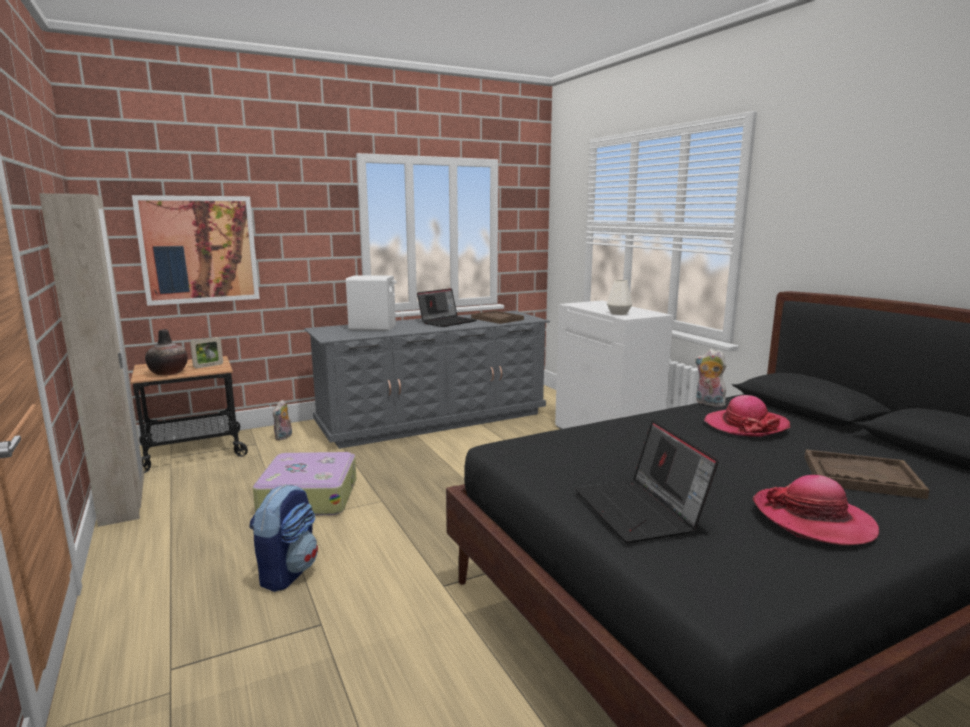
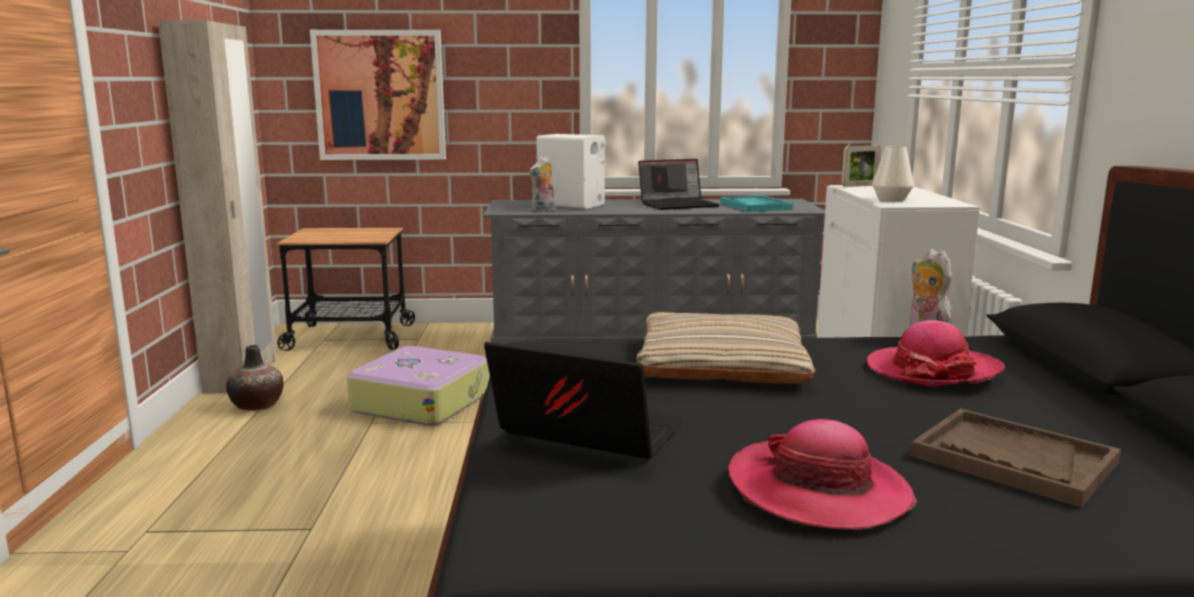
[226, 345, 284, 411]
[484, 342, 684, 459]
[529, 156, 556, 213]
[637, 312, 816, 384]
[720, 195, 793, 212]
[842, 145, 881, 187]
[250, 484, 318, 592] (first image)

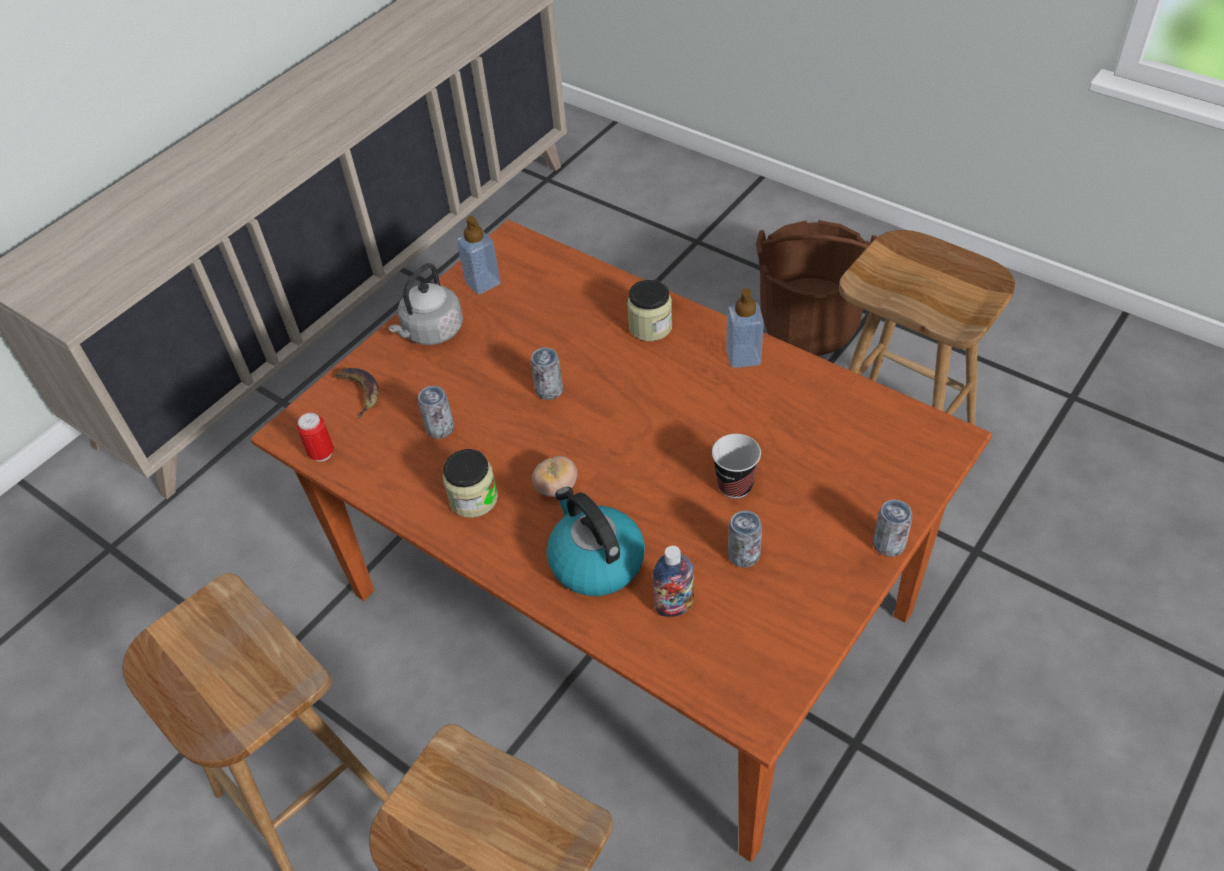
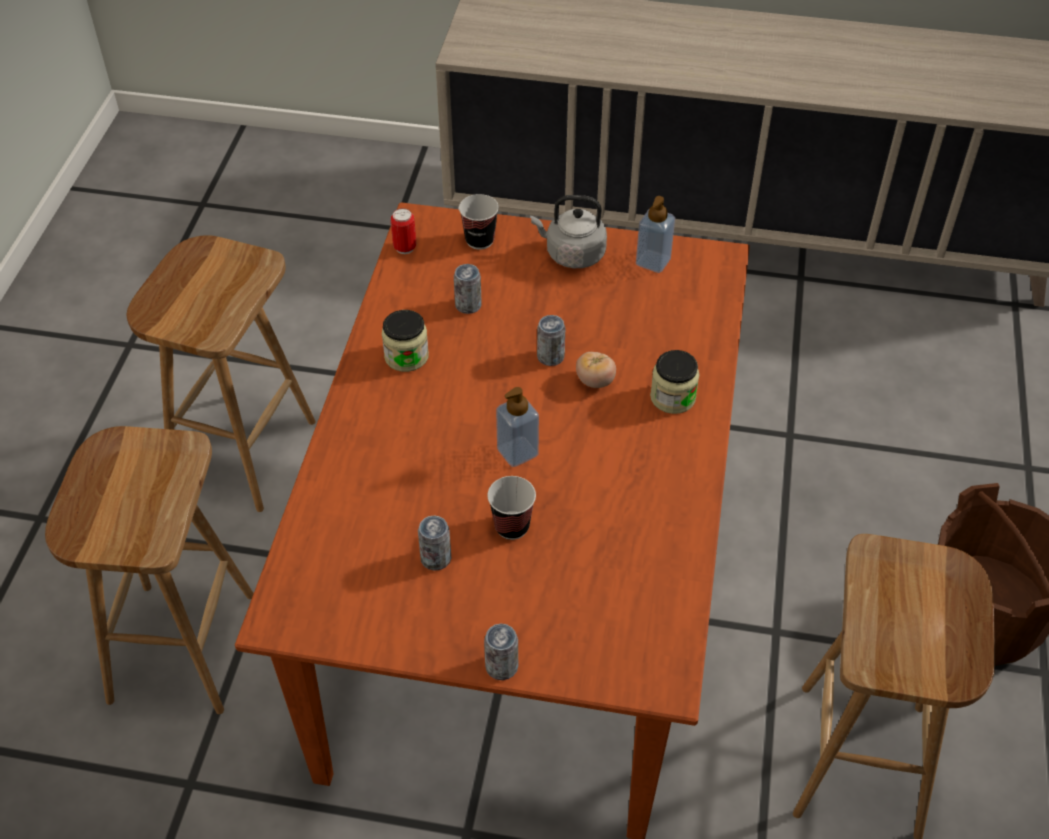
[459, 194, 499, 250]
[496, 387, 539, 467]
[576, 352, 616, 388]
[547, 487, 645, 596] (first image)
[653, 546, 694, 617] (first image)

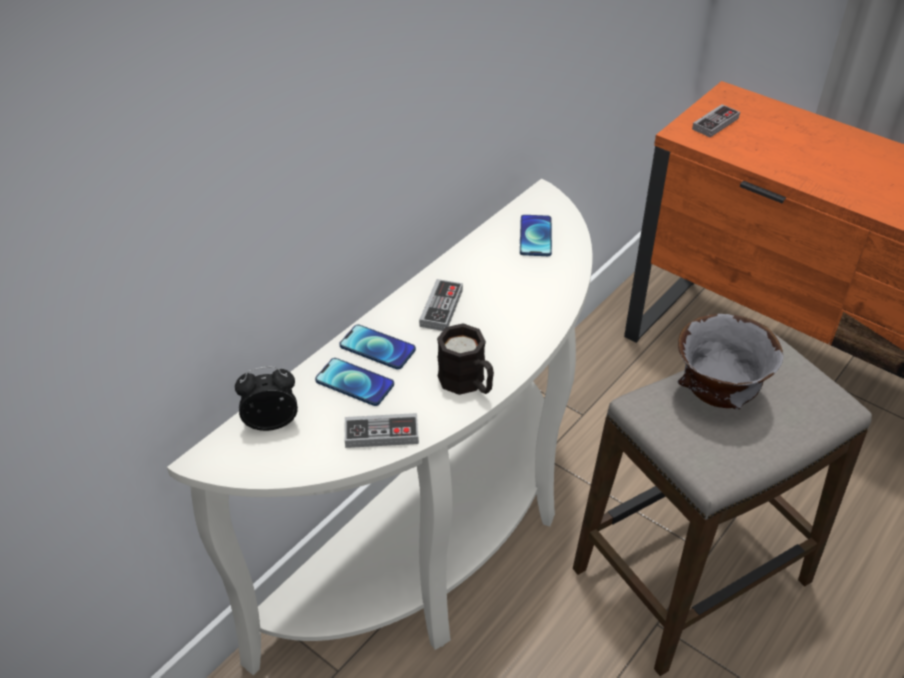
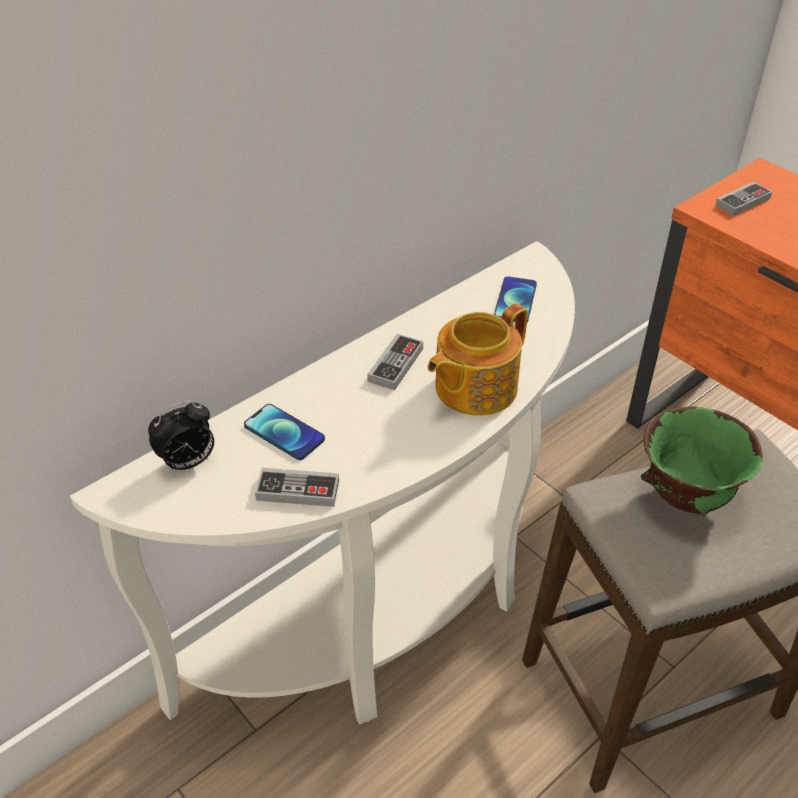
[148, 401, 214, 473]
[428, 303, 528, 416]
[641, 406, 763, 516]
[339, 325, 416, 370] (first image)
[437, 323, 494, 395] (first image)

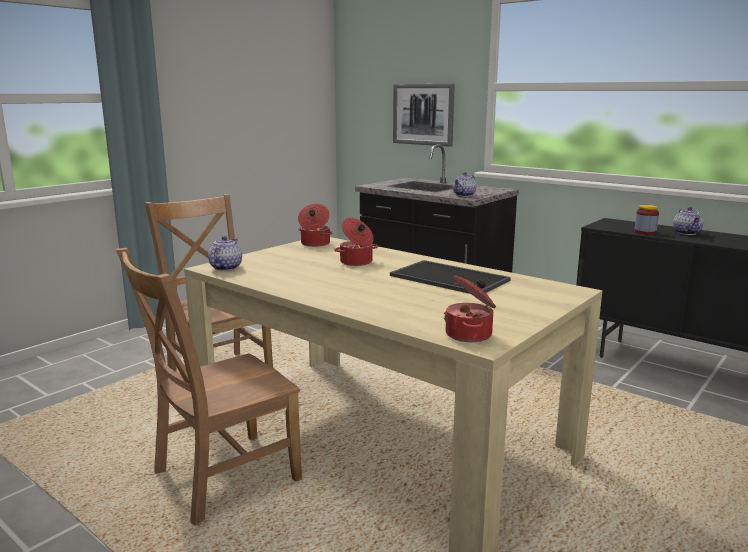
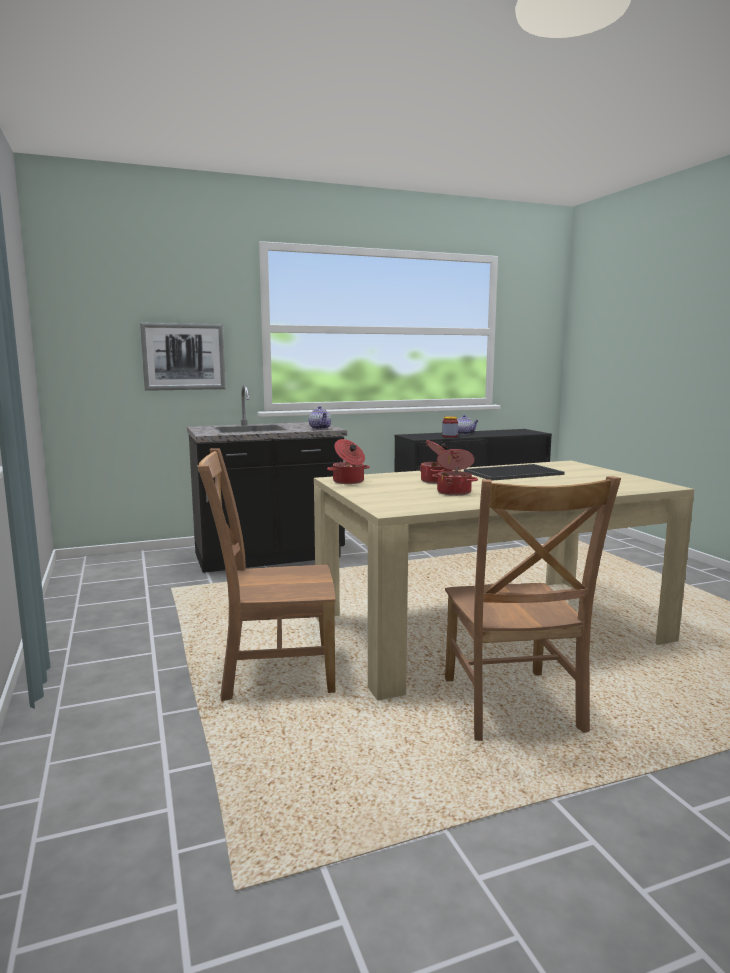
[432, 449, 478, 496]
[208, 236, 242, 271] (first image)

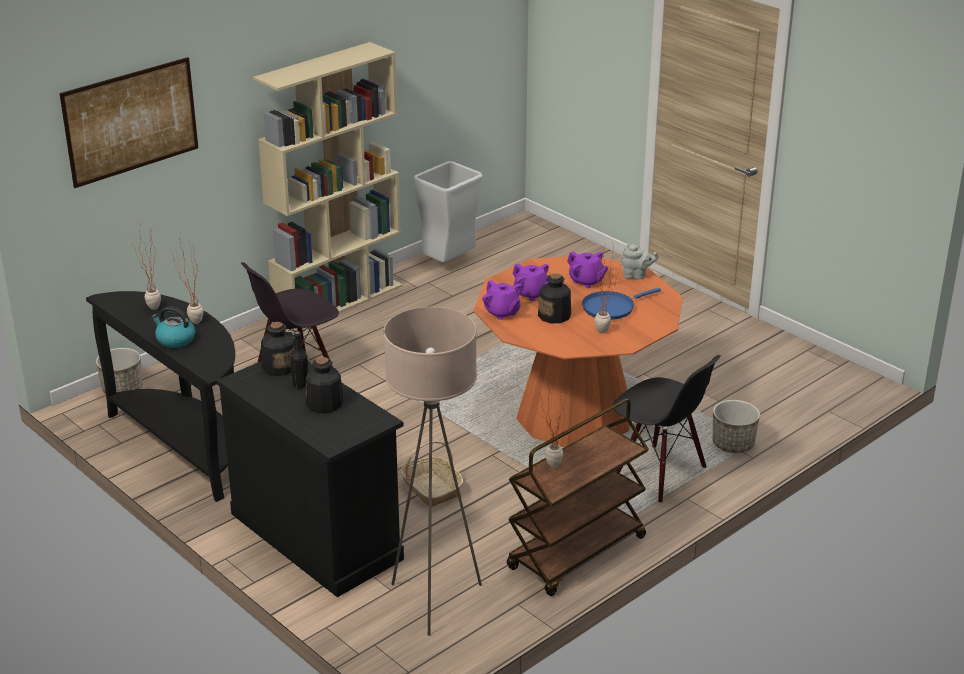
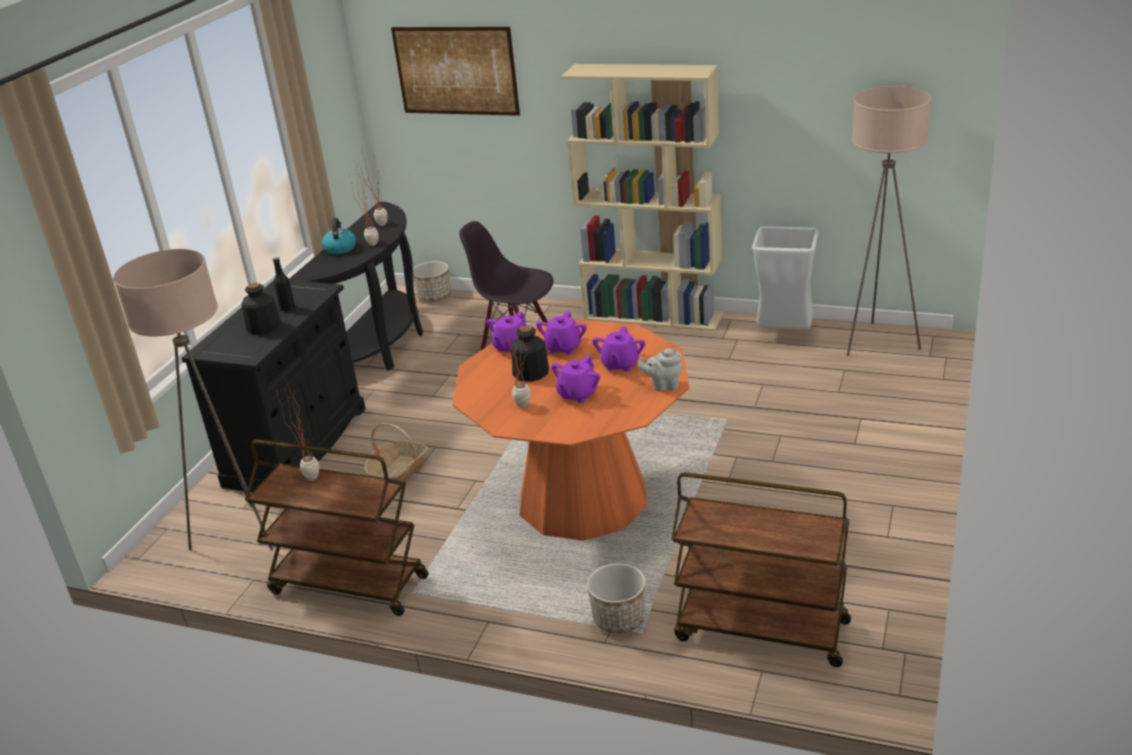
[551, 356, 600, 403]
[638, 348, 683, 391]
[671, 472, 851, 667]
[847, 86, 931, 356]
[261, 322, 294, 376] (first image)
[613, 355, 721, 503] (first image)

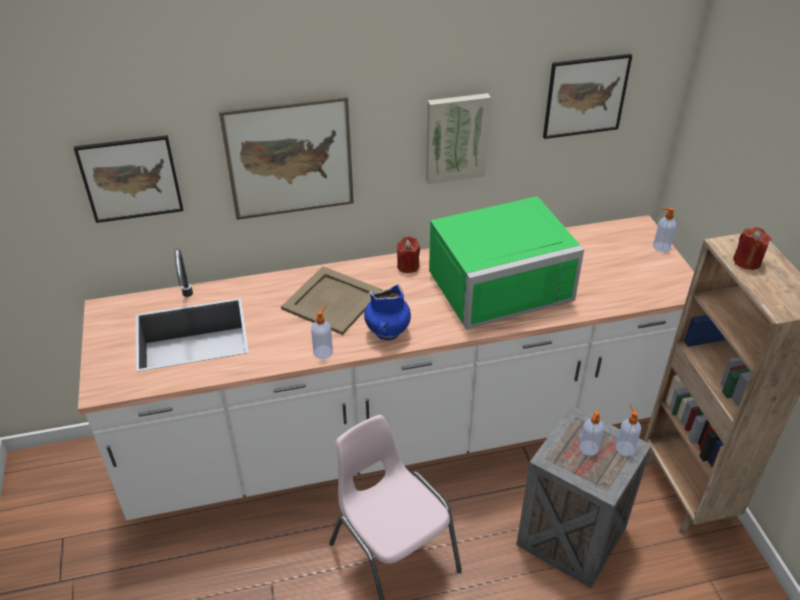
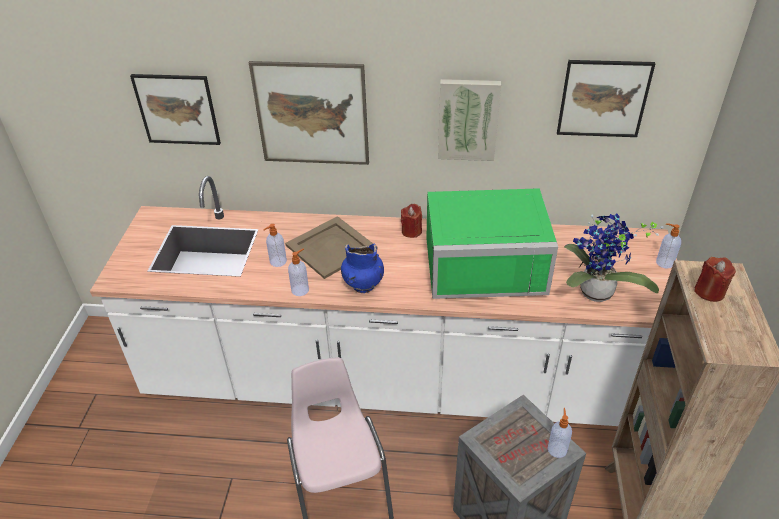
[263, 224, 287, 267]
[564, 213, 664, 302]

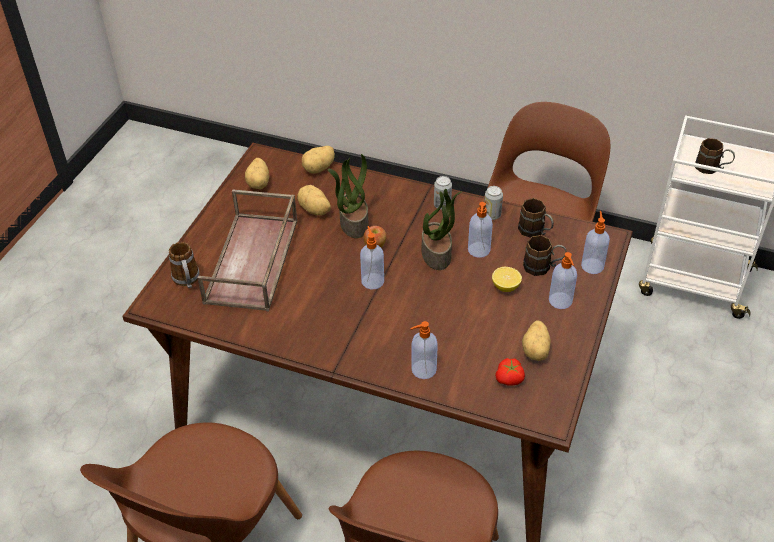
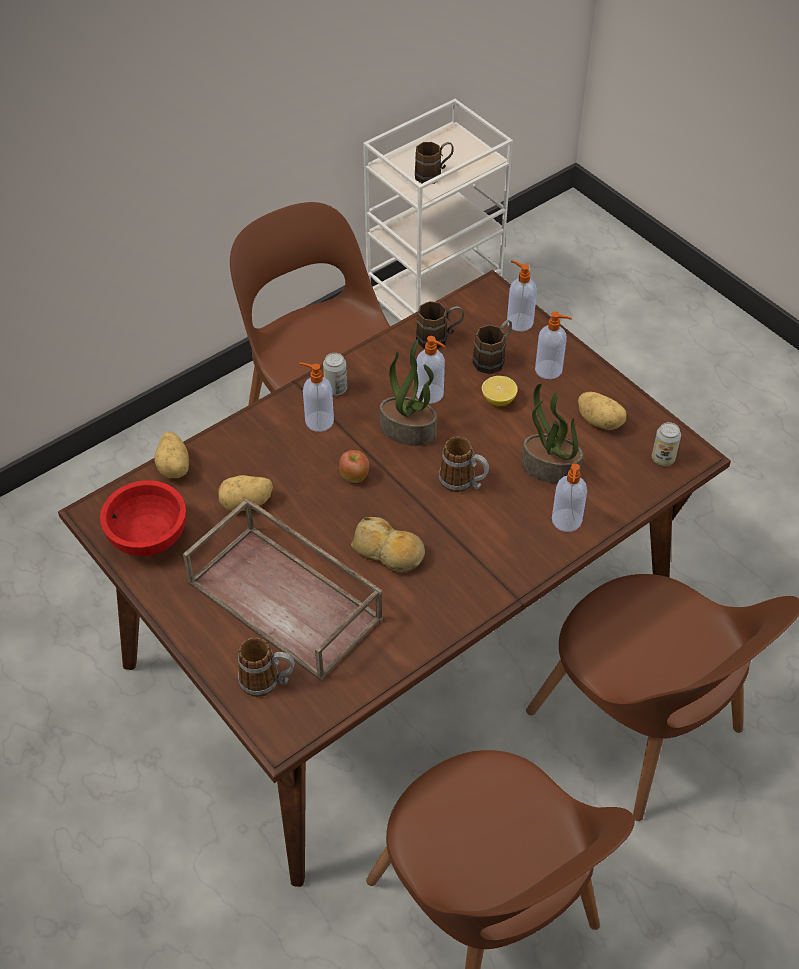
[100, 480, 186, 556]
[299, 363, 334, 432]
[351, 517, 425, 573]
[439, 437, 489, 492]
[521, 383, 583, 484]
[652, 422, 681, 466]
[495, 358, 525, 386] (first image)

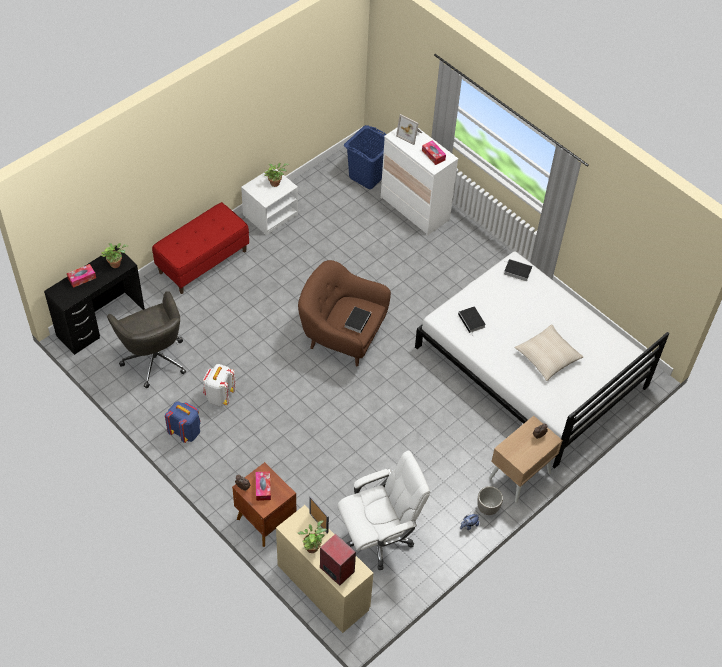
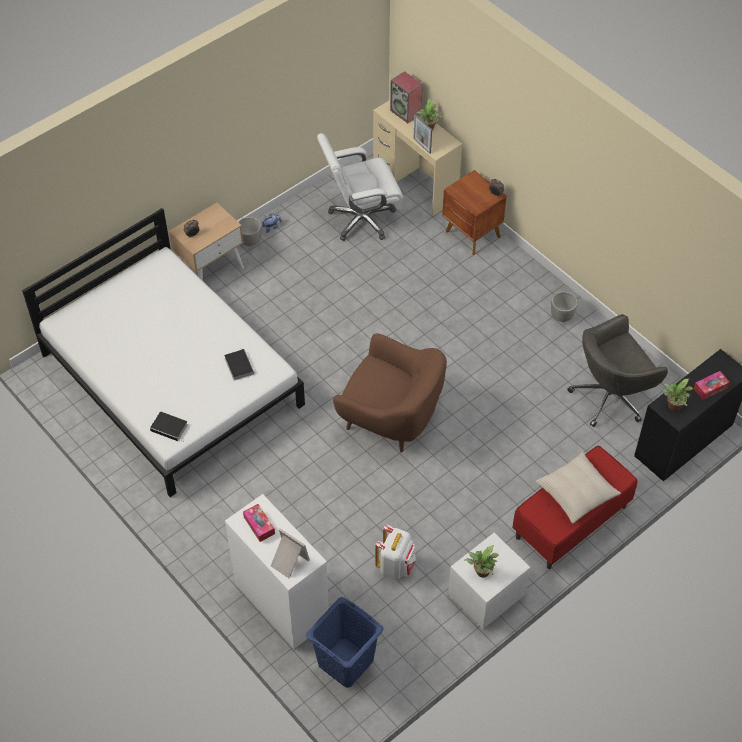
[375, 525, 416, 580]
[535, 452, 621, 524]
[551, 291, 578, 322]
[568, 314, 668, 427]
[256, 471, 271, 501] (first image)
[345, 307, 372, 333] (first image)

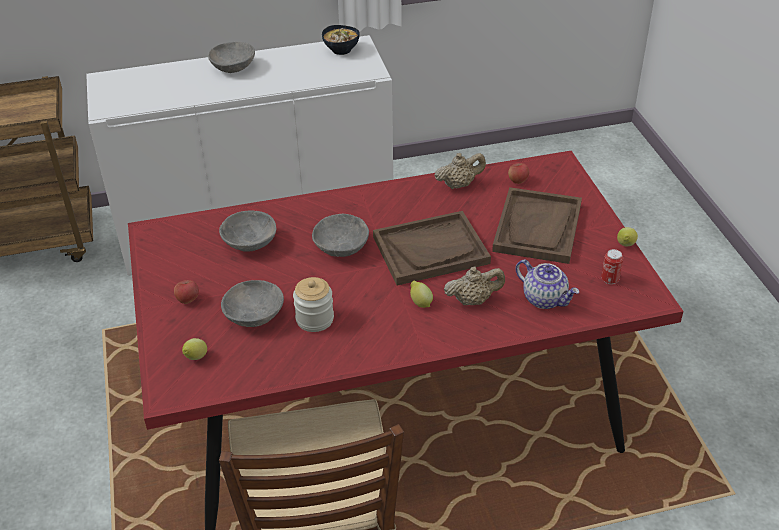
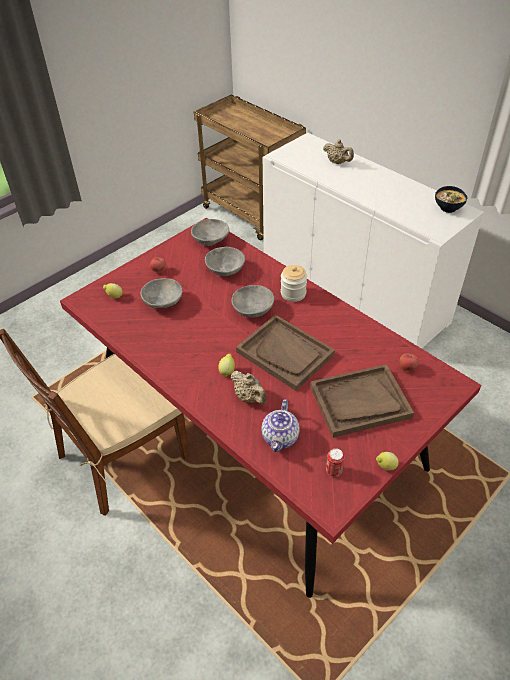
[191, 219, 229, 246]
[281, 265, 307, 302]
[323, 140, 354, 164]

